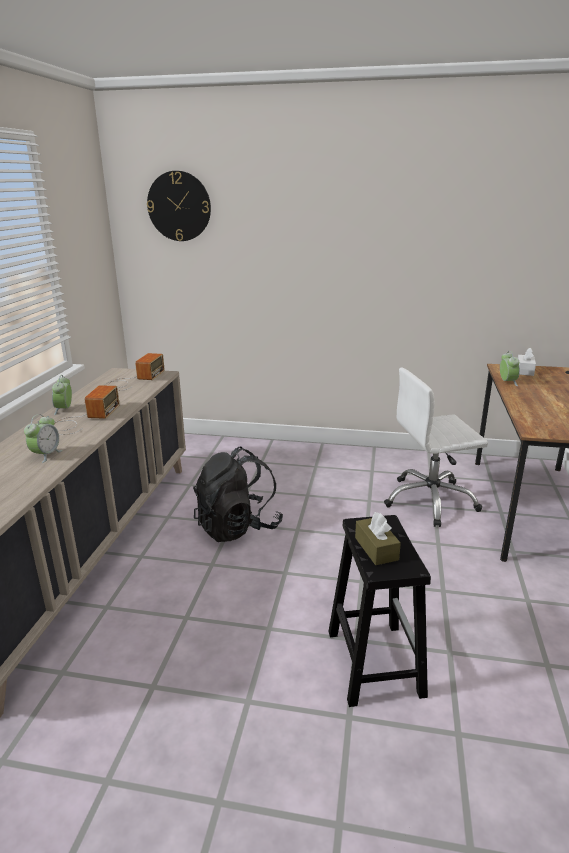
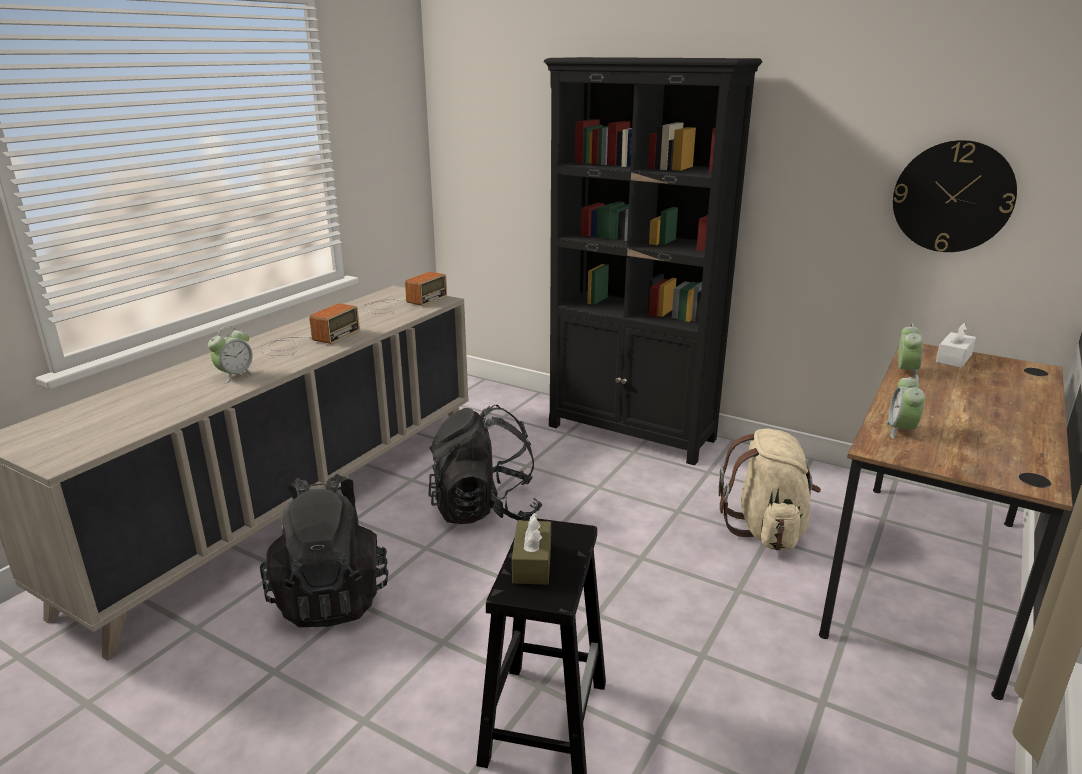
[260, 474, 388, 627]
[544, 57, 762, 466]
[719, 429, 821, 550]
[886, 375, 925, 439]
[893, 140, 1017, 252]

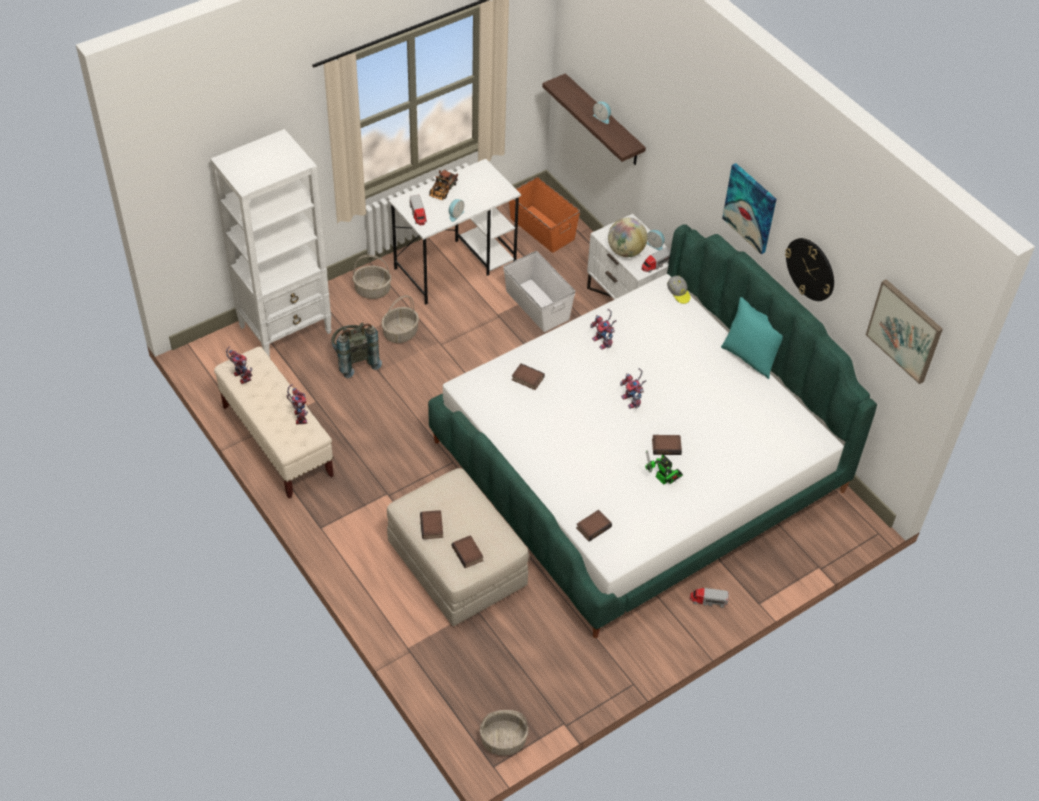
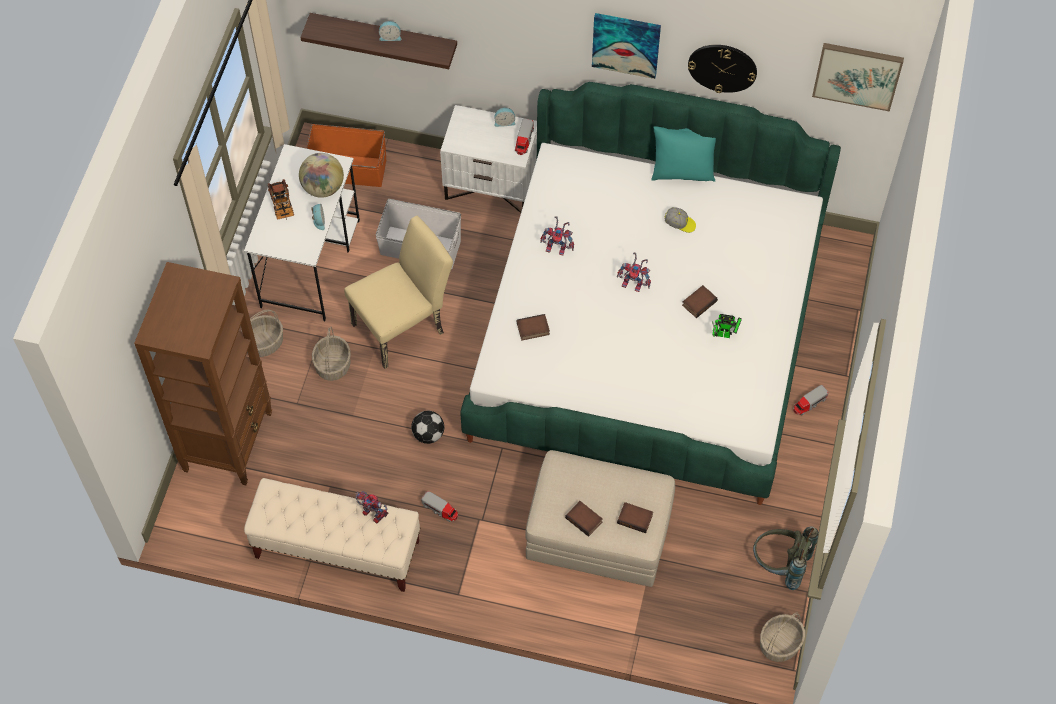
[134, 262, 272, 485]
[299, 153, 344, 198]
[344, 216, 453, 369]
[411, 411, 444, 444]
[421, 491, 458, 522]
[665, 207, 696, 233]
[753, 526, 819, 590]
[226, 346, 252, 384] (first image)
[576, 510, 612, 542] (first image)

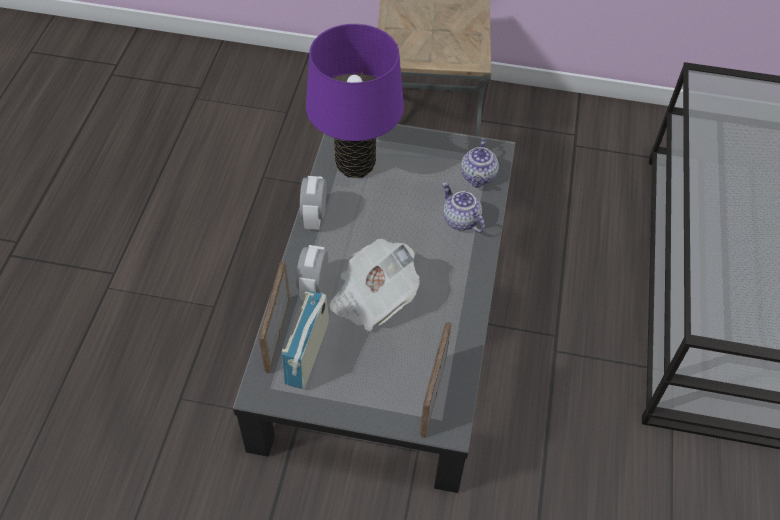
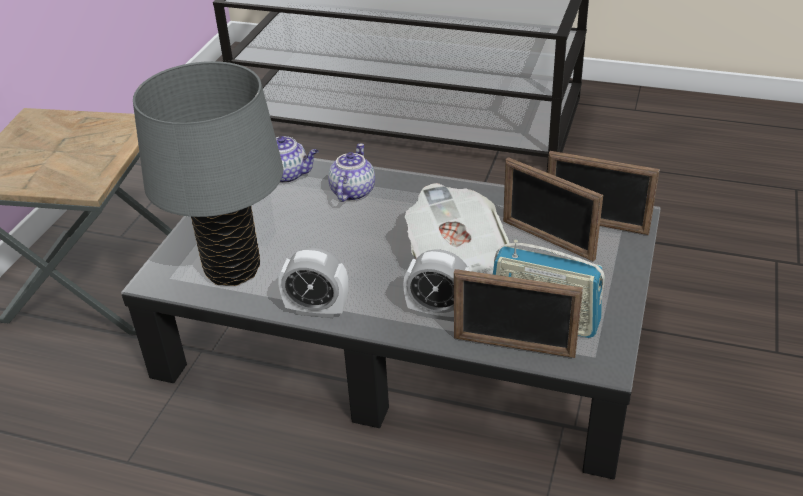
[133, 61, 283, 286]
[328, 143, 375, 202]
[503, 157, 603, 261]

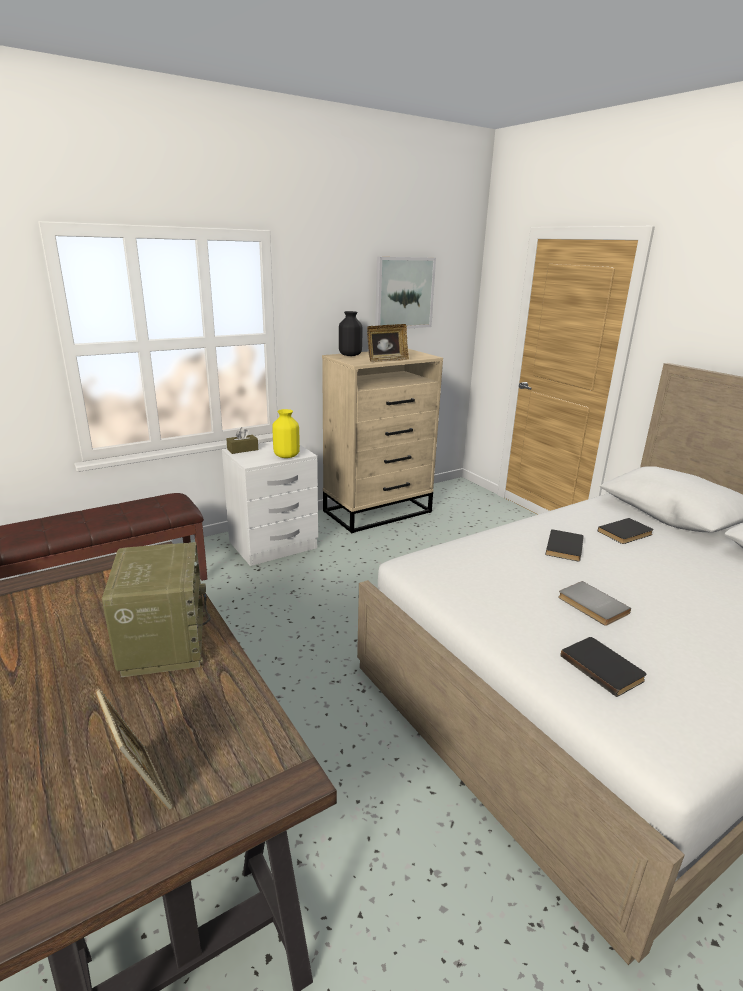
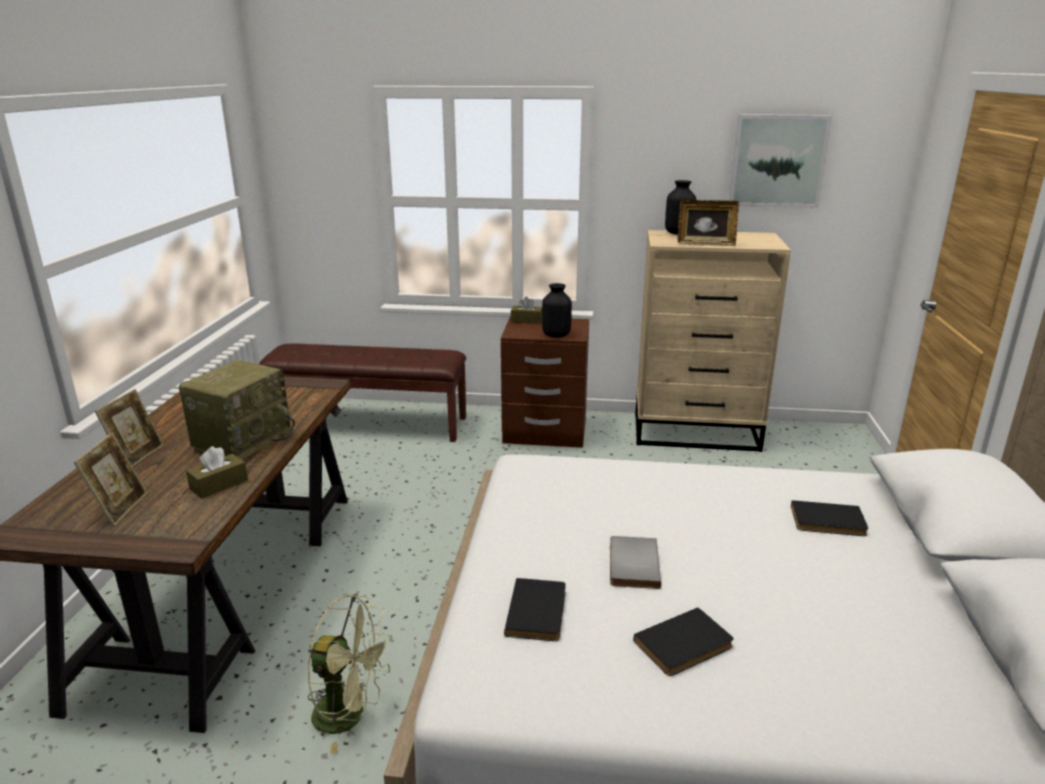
[95, 389, 164, 467]
[186, 446, 248, 499]
[308, 594, 392, 754]
[501, 316, 589, 448]
[542, 283, 572, 337]
[634, 608, 734, 676]

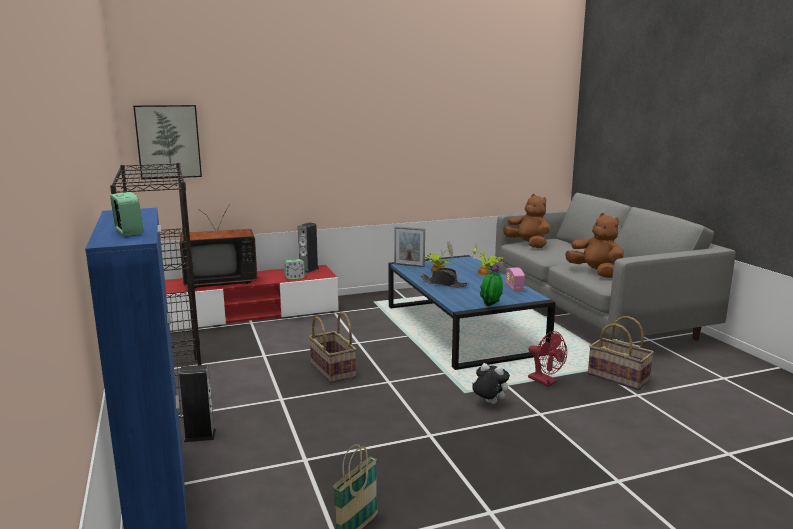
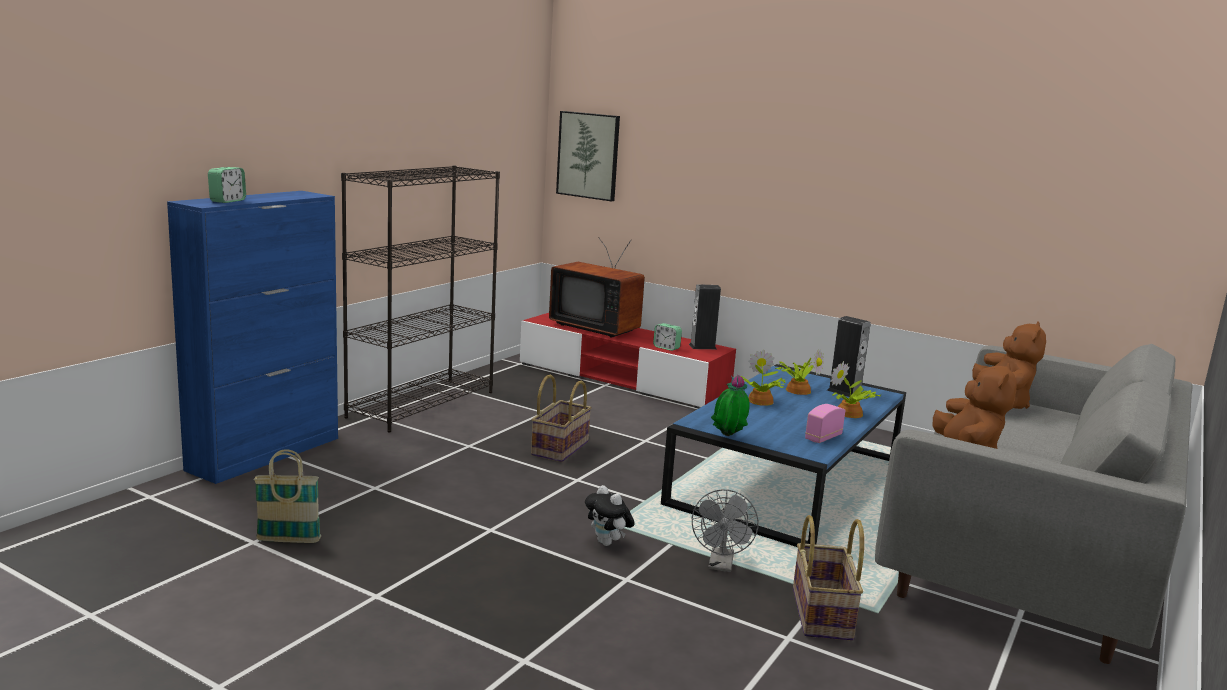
[585, 485, 635, 546]
[692, 489, 758, 572]
[741, 350, 785, 406]
[827, 316, 871, 397]
[394, 226, 425, 267] (first image)

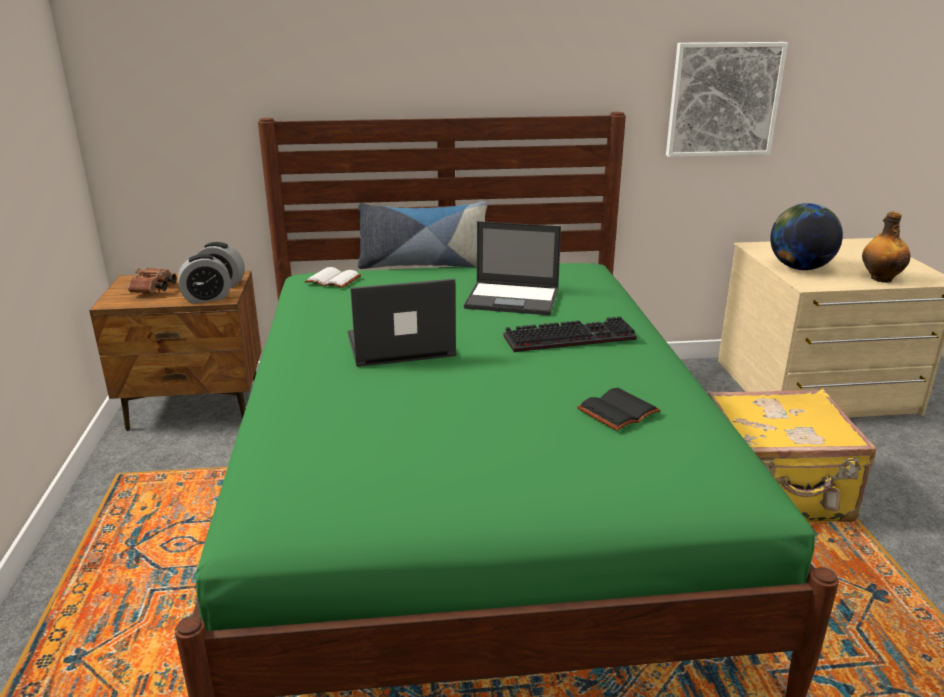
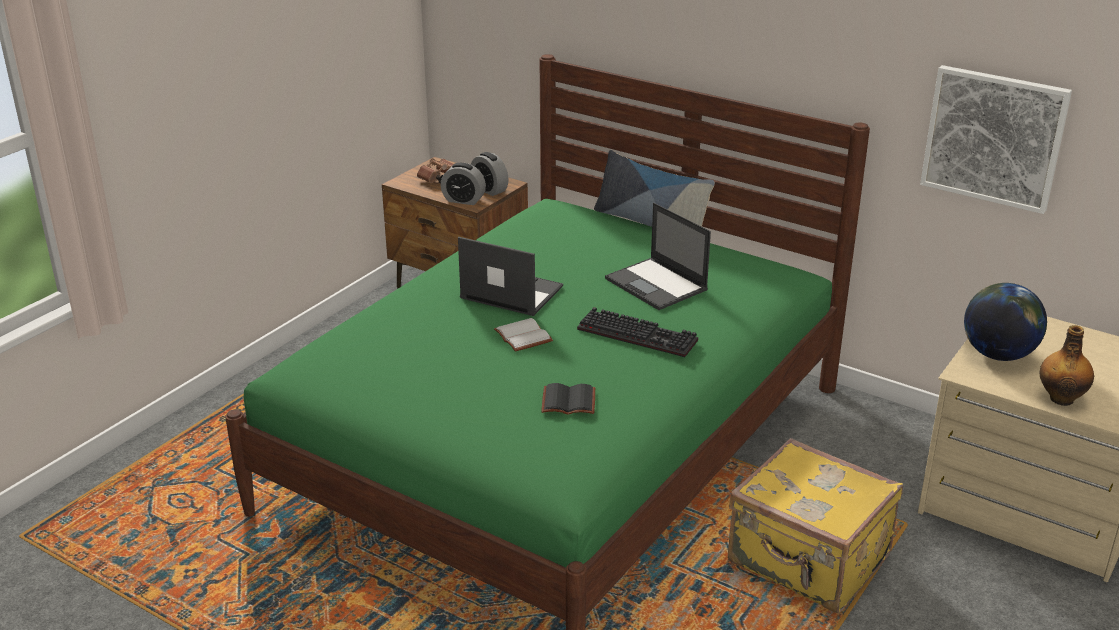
[494, 318, 553, 352]

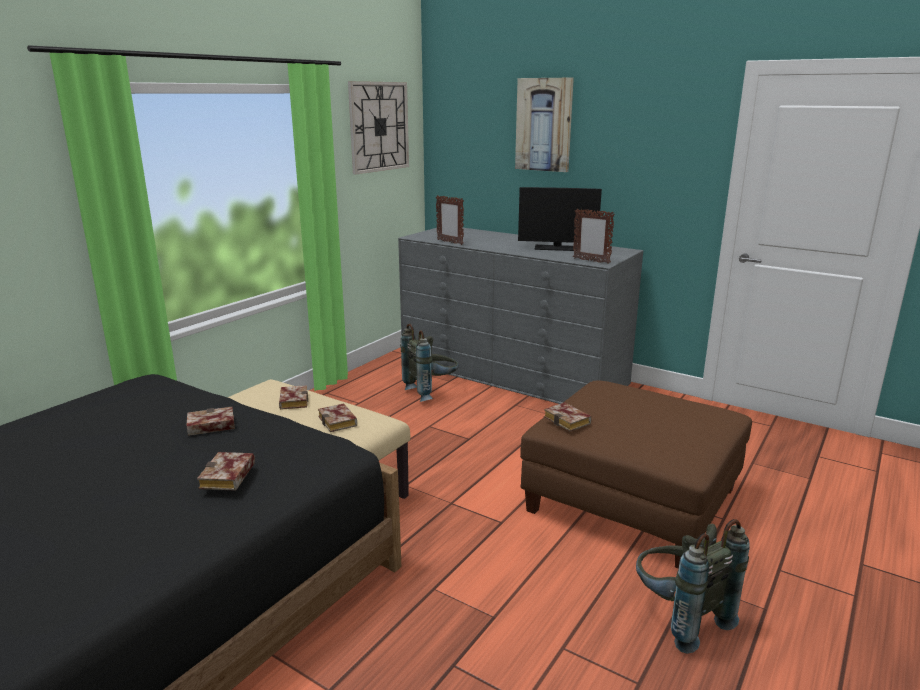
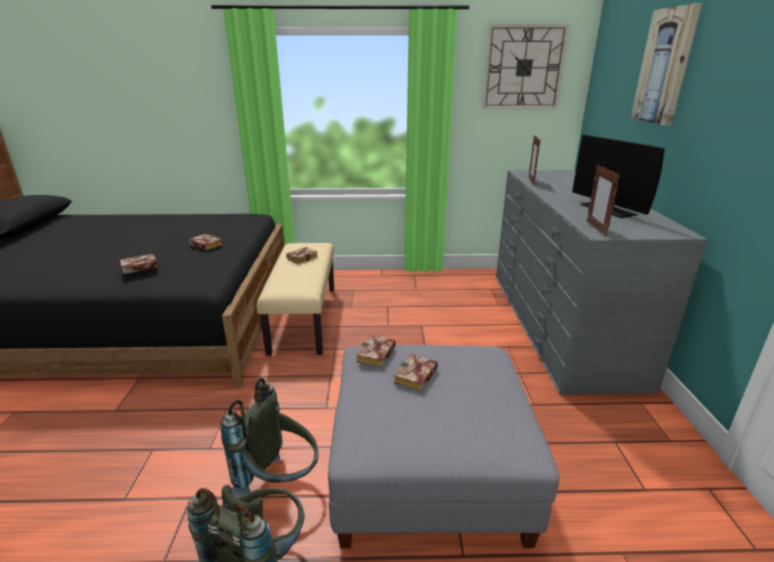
[221, 378, 319, 498]
[328, 345, 559, 548]
[394, 354, 438, 392]

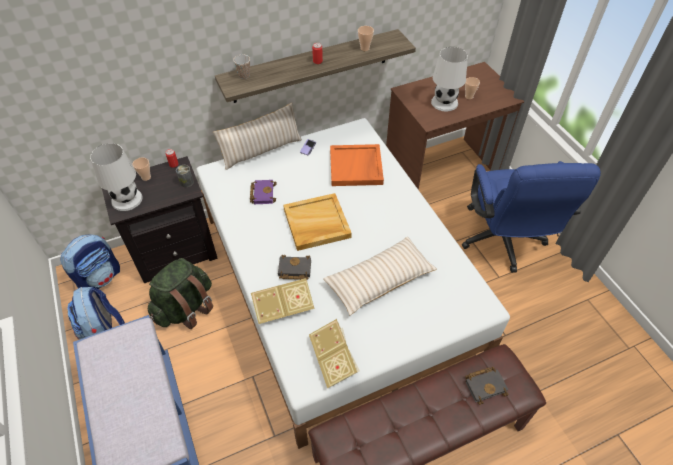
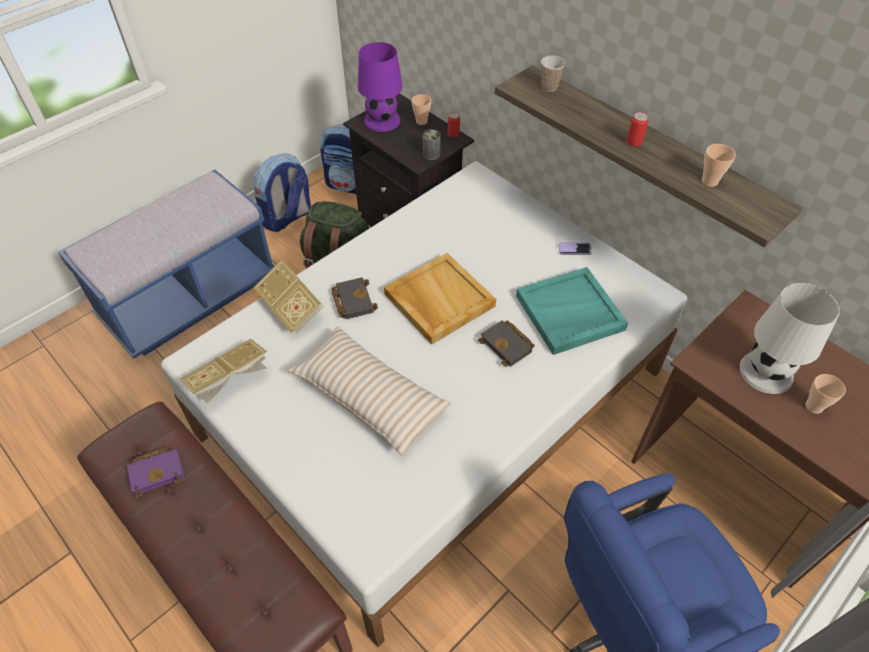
[127, 446, 184, 498]
[358, 42, 402, 132]
[478, 320, 535, 367]
[516, 267, 628, 355]
[213, 103, 302, 170] (first image)

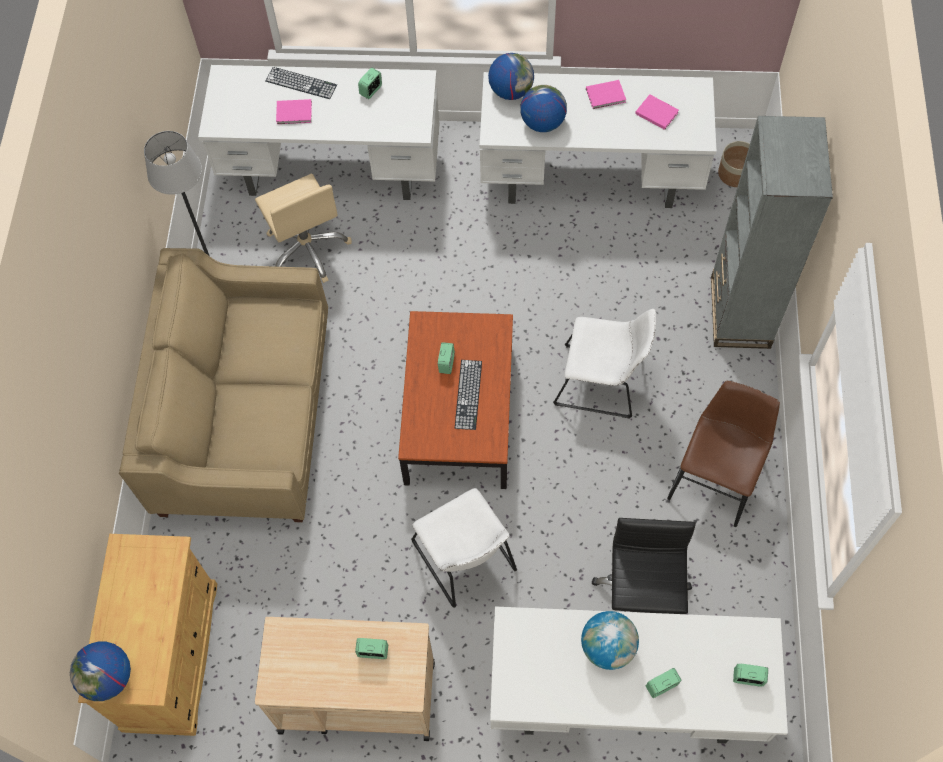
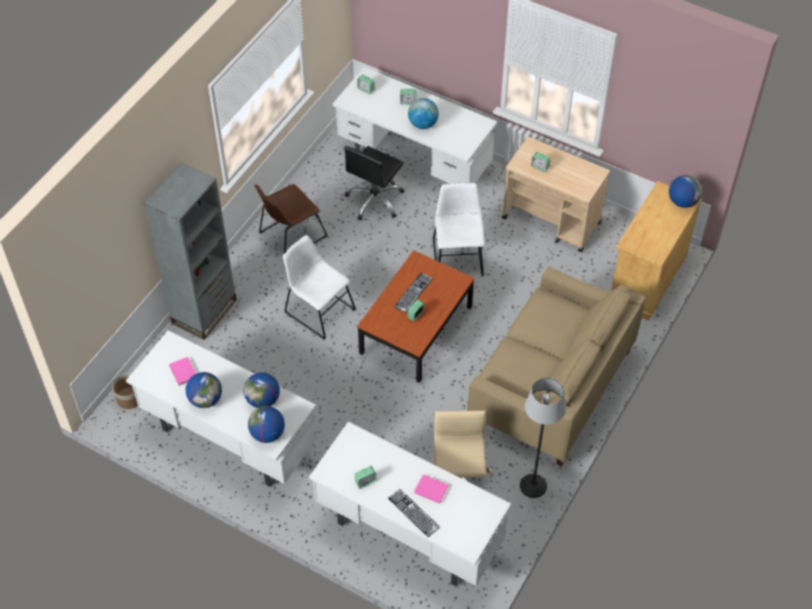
[186, 372, 222, 408]

